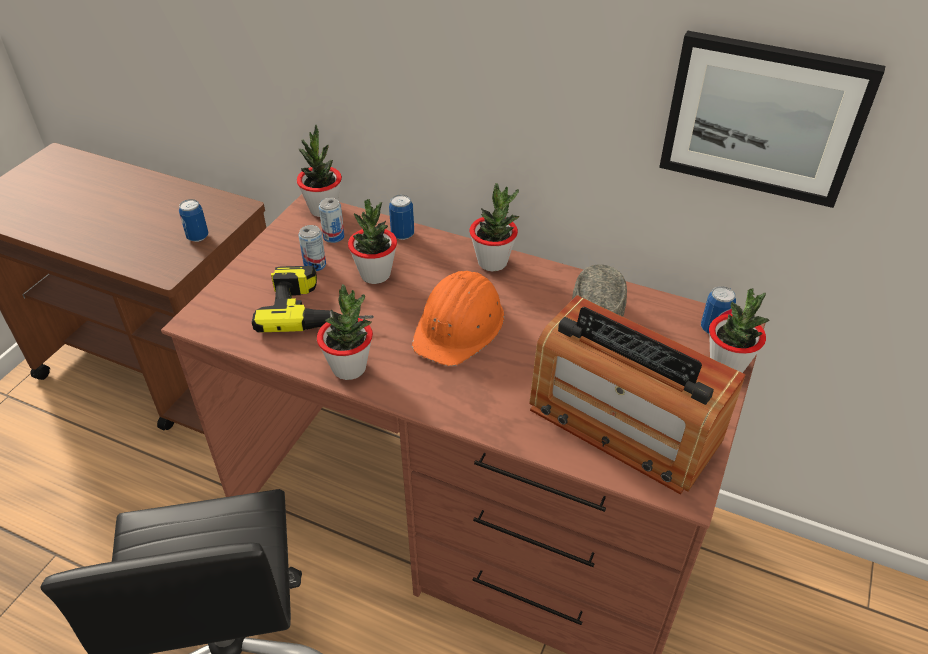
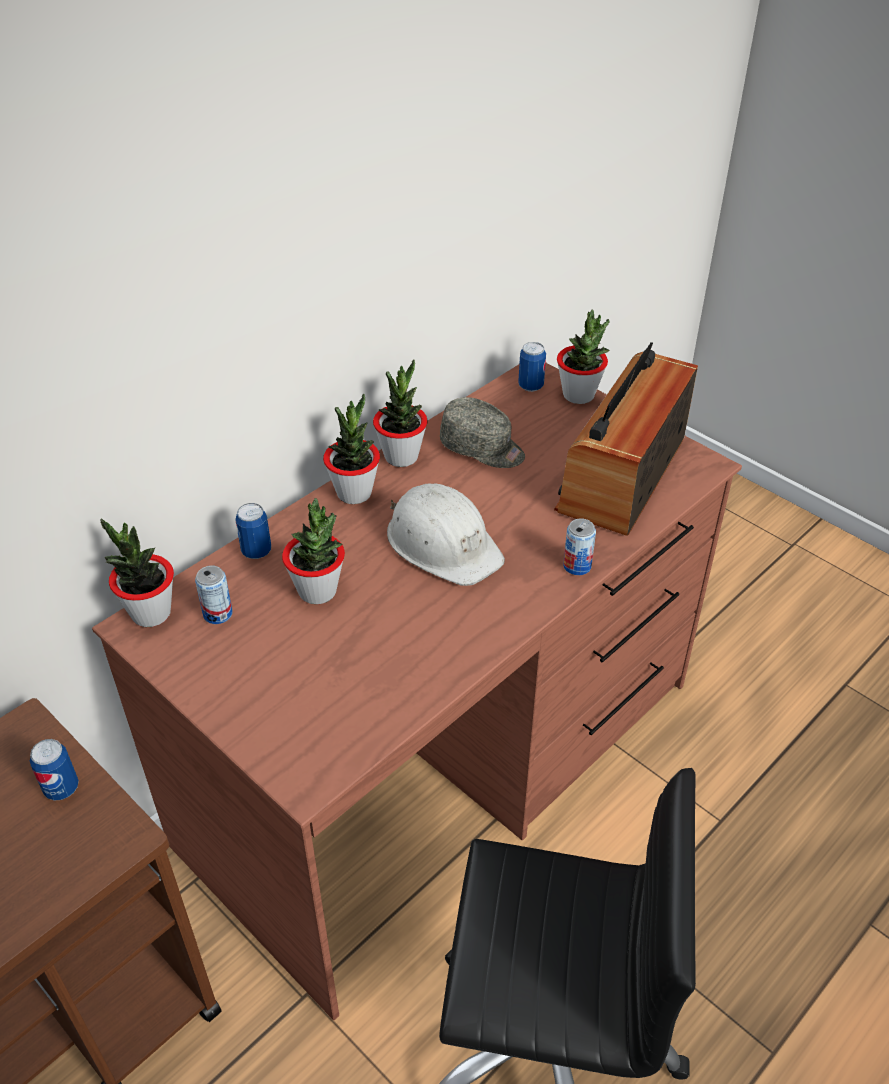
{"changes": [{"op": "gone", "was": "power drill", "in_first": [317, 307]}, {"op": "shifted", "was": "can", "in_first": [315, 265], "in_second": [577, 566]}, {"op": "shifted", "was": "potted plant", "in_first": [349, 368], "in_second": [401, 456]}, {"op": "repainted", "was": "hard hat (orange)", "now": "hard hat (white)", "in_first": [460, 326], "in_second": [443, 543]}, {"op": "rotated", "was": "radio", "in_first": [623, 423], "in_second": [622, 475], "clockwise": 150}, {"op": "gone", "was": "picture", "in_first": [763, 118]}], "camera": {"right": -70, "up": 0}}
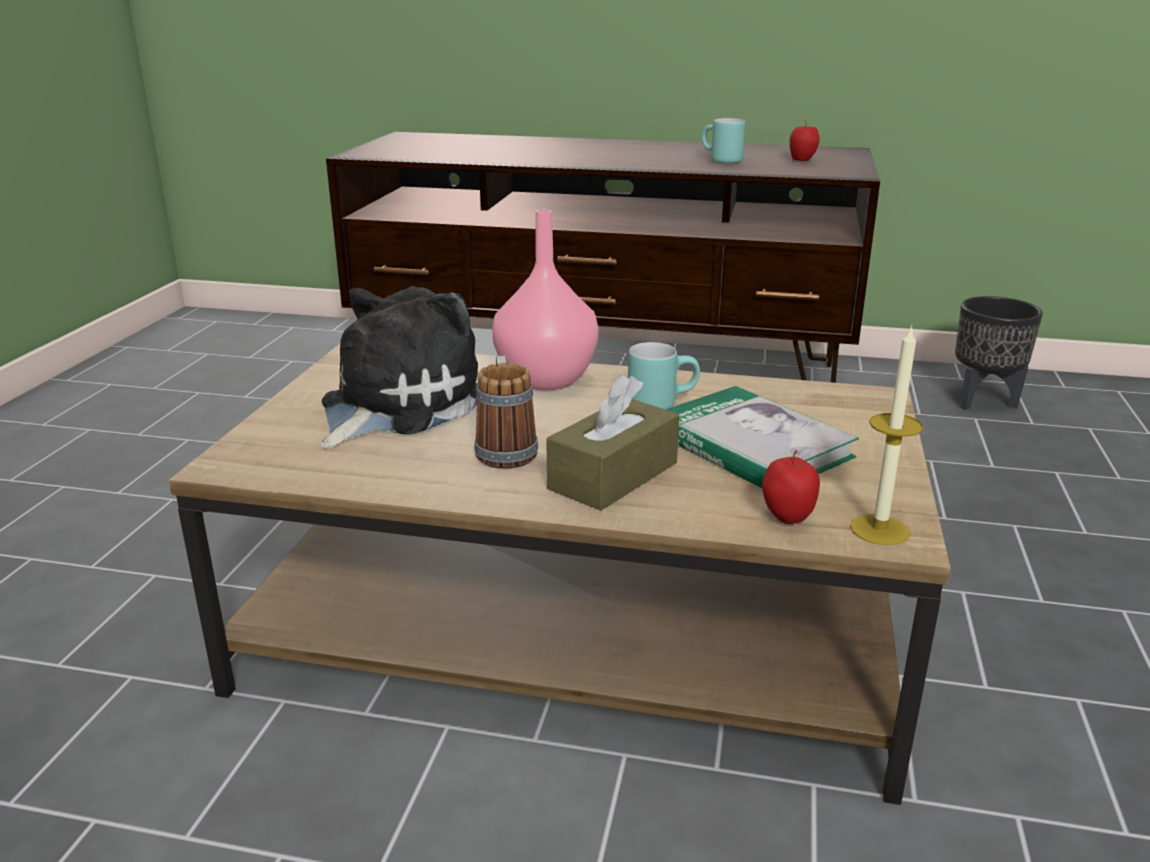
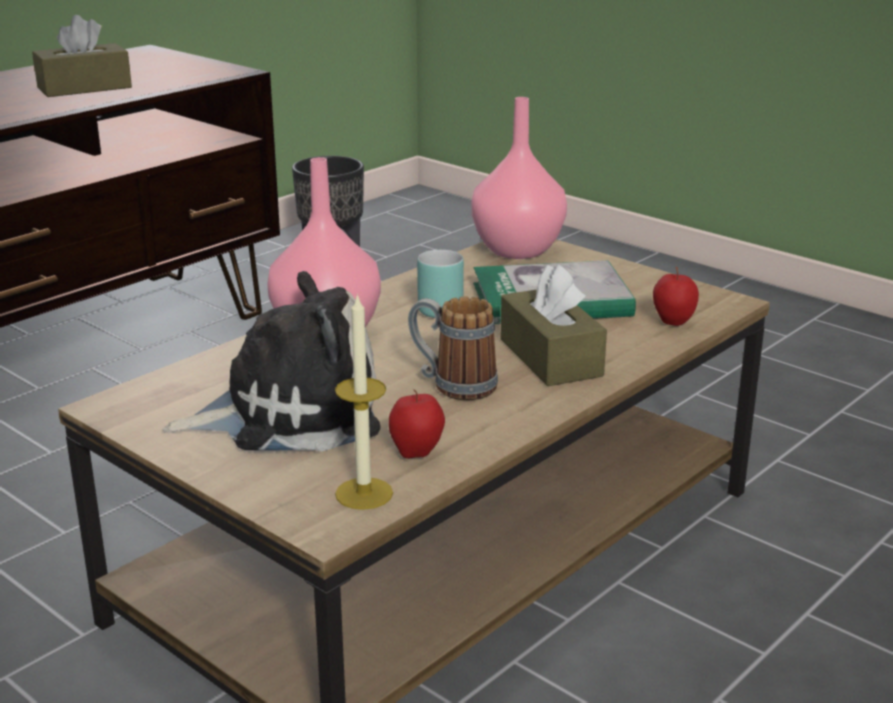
{"changes": [{"op": "rotated", "was": "plush toy", "in_first": [395, 405], "in_second": [290, 411], "clockwise": 105}, {"op": "swapped", "was": "mug (turquoise)", "now": "tissue box (brown)", "in_first": [719, 160], "in_second": [84, 88]}, {"op": "shifted", "was": "apple", "in_first": [802, 160], "in_second": [417, 453]}, {"op": "shifted", "was": "candle", "in_first": [879, 530], "in_second": [364, 493]}, {"op": "new", "now": "vase (pink)", "in_second": [515, 250]}], "camera": {"right": -60, "up": 0}}
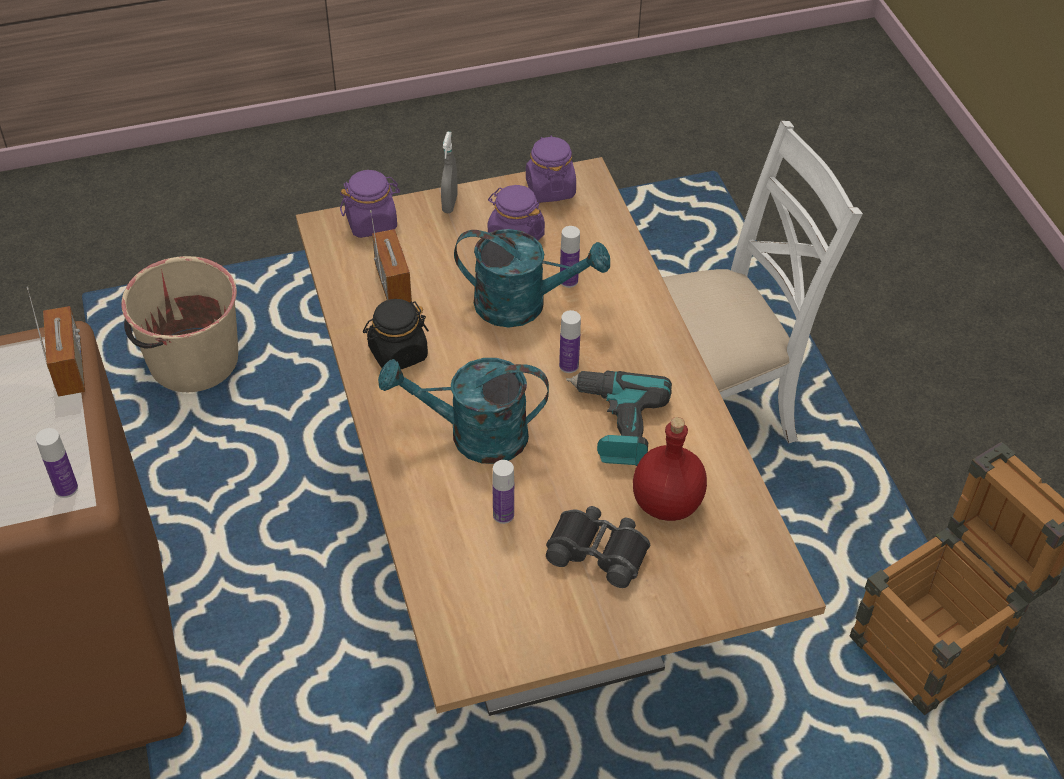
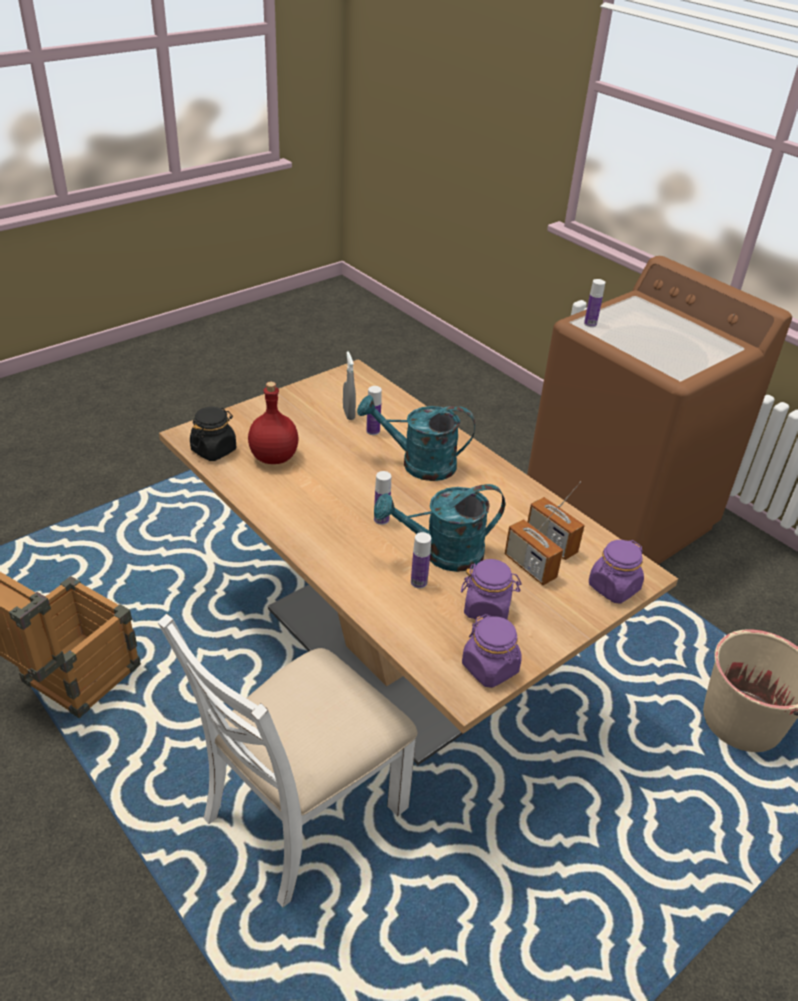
{"changes": [{"op": "shifted", "was": "radio", "in_first": [70, 369], "in_second": [530, 567]}, {"op": "shifted", "was": "jar (black)", "in_first": [397, 353], "in_second": [214, 450]}, {"op": "rotated", "was": "watering can (turquoise)", "in_first": [474, 436], "in_second": [418, 464], "clockwise": -150}, {"op": "shifted", "was": "spray bottle (grey)", "in_first": [449, 204], "in_second": [348, 414]}, {"op": "gone", "was": "binoculars (black)", "in_first": [598, 551]}, {"op": "gone", "was": "power drill", "in_first": [616, 424]}], "camera": {"right": 155, "up": -10}}
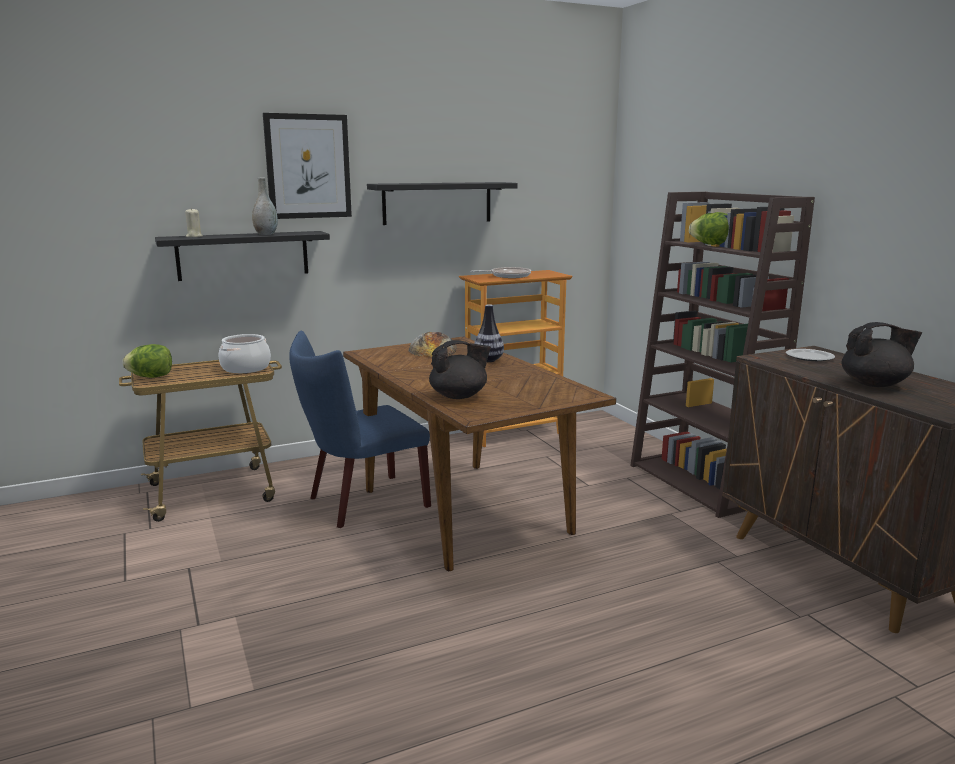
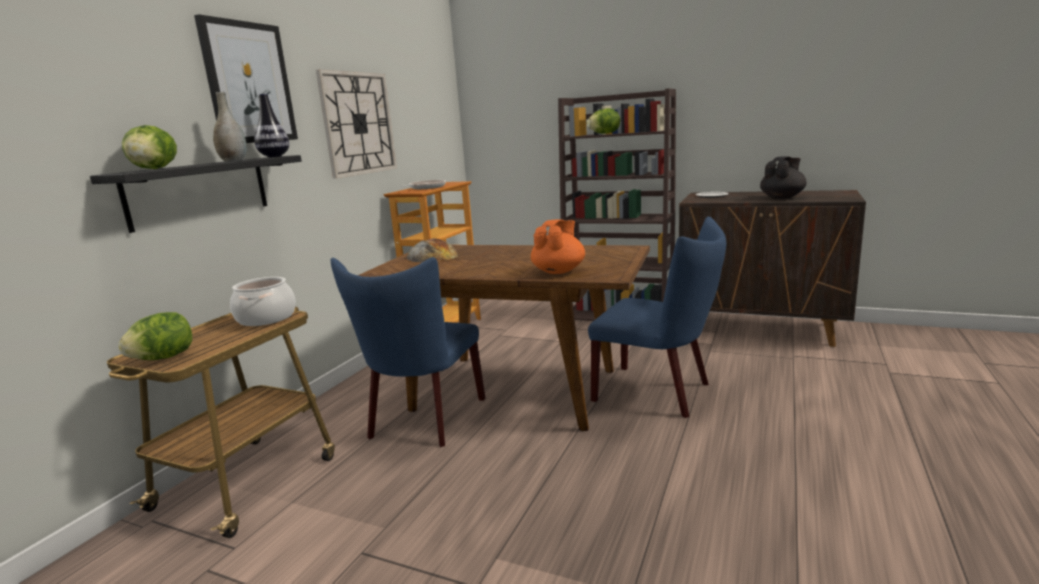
{"changes": [{"op": "swapped", "was": "candle (beige)", "now": "lettuce", "in_first": [194, 236], "in_second": [154, 169]}, {"op": "swapped", "was": "shelf (black)", "now": "wall clock", "in_first": [437, 203], "in_second": [358, 123]}, {"op": "repainted", "was": "teapot (black)", "now": "teapot (orange)", "in_first": [459, 396], "in_second": [559, 271]}, {"op": "shifted", "was": "vase", "in_first": [488, 360], "in_second": [274, 156]}, {"op": "new", "now": "chair (blue)", "in_second": [659, 392]}], "camera": {"right": -40, "up": 0}}
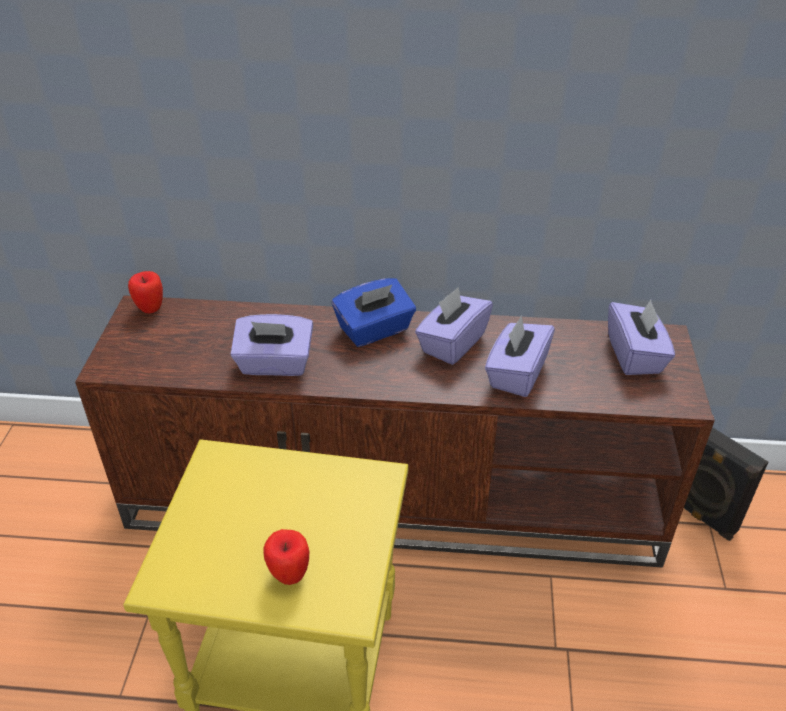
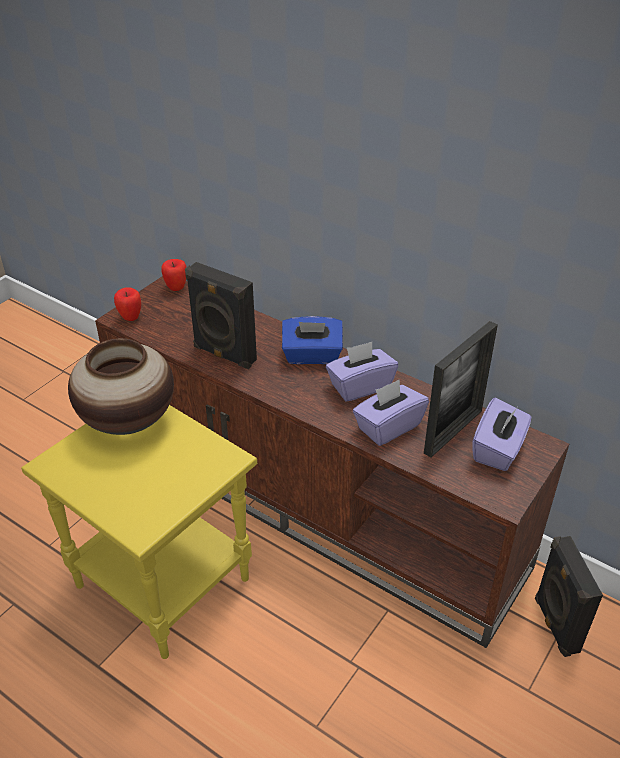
{"changes": [{"op": "swapped", "was": "tissue box (purple)", "now": "speaker (black)", "in_first": [275, 364], "in_second": [223, 355]}, {"op": "shifted", "was": "apple", "in_first": [289, 575], "in_second": [130, 317]}, {"op": "new", "now": "vase", "in_second": [128, 421]}, {"op": "new", "now": "picture frame", "in_second": [453, 431]}], "camera": {"right": 30, "up": 0}}
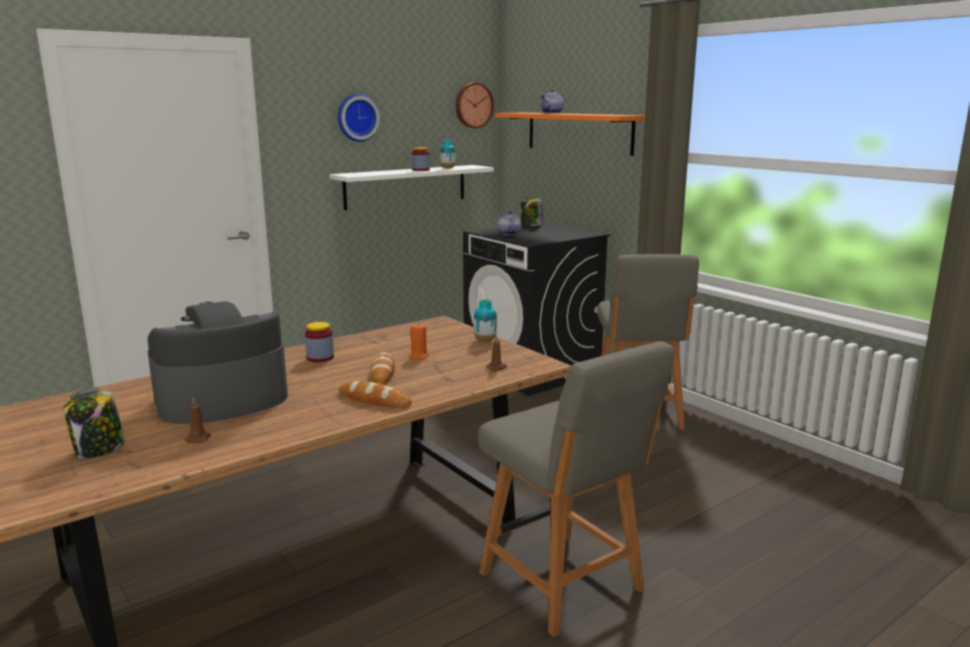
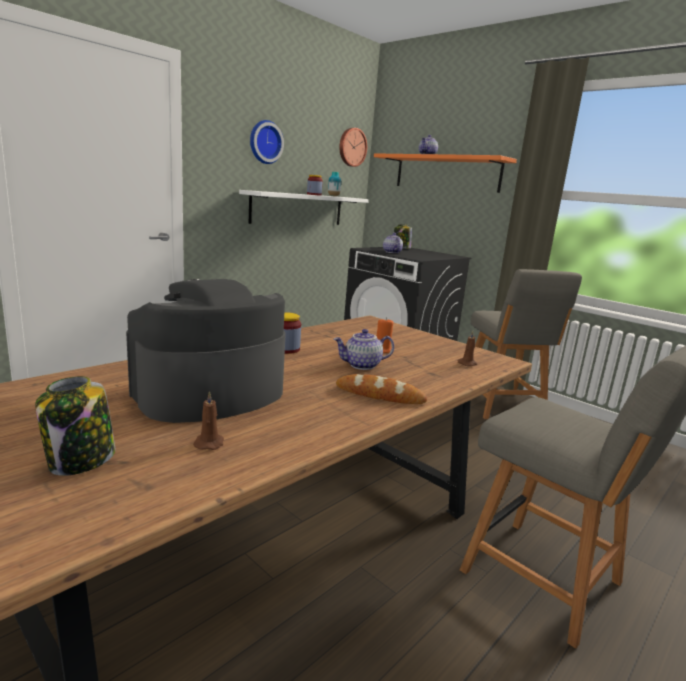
{"changes": [{"op": "swapped", "was": "bread", "now": "teapot", "in_first": [382, 372], "in_second": [362, 365]}, {"op": "gone", "was": "vase", "in_first": [485, 340]}], "camera": {"right": -10, "up": 0}}
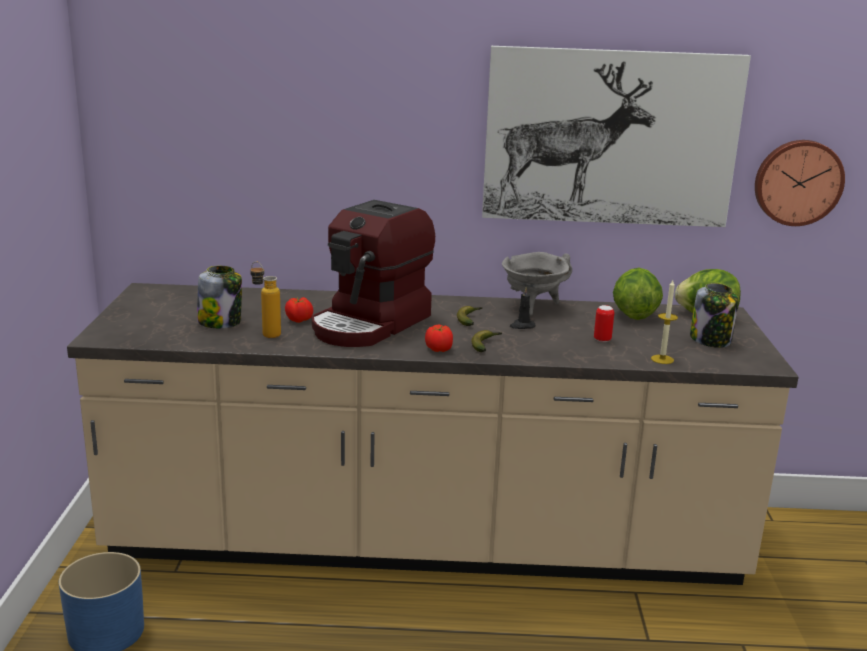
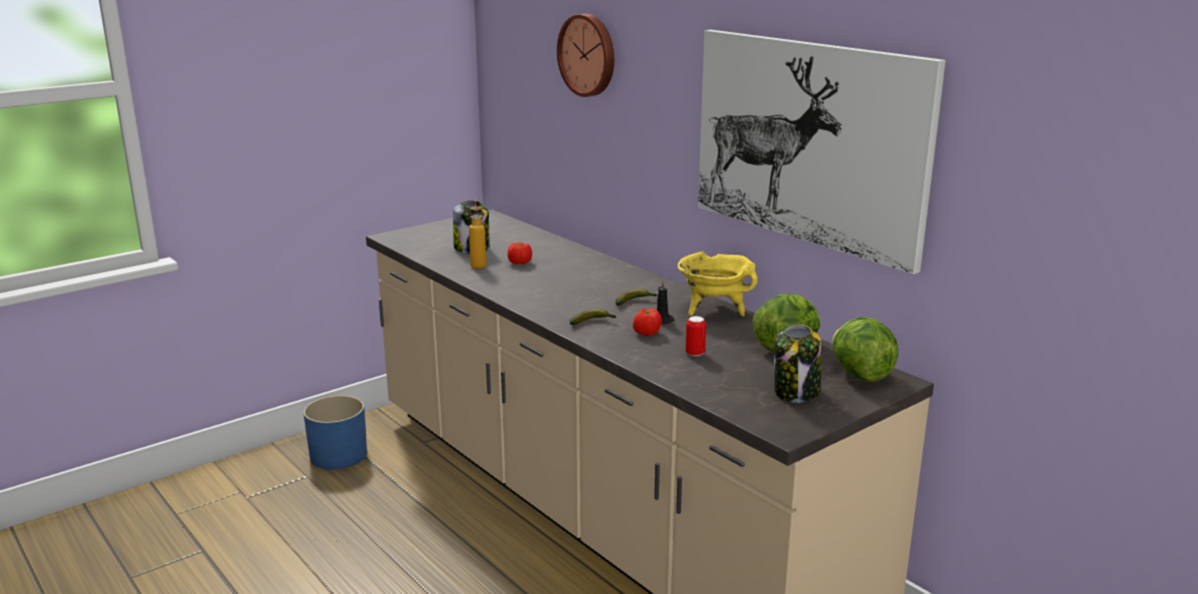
{"changes": [{"op": "gone", "was": "coffee machine", "in_first": [371, 324]}, {"op": "shifted", "was": "tomato", "in_first": [438, 349], "in_second": [646, 333]}, {"op": "repainted", "was": "cooking pot (grey)", "now": "cooking pot (yellow)", "in_first": [532, 307], "in_second": [714, 311]}, {"op": "gone", "was": "candle", "in_first": [662, 359]}, {"op": "shifted", "was": "wall clock", "in_first": [797, 182], "in_second": [588, 55]}], "camera": {"right": 50, "up": 0}}
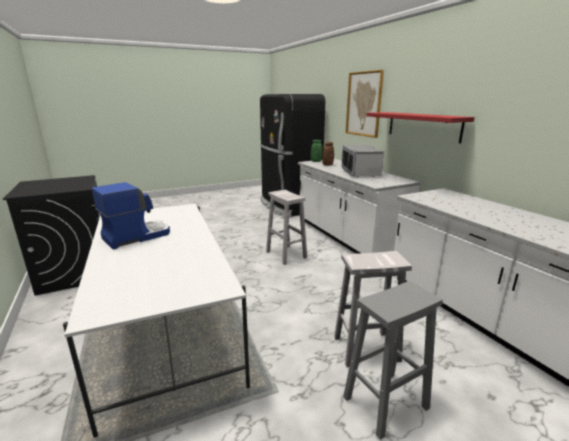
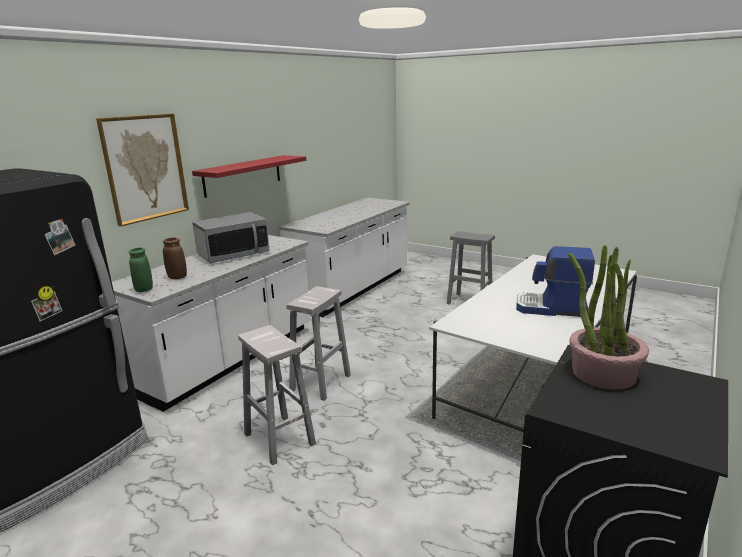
{"changes": [{"op": "shifted", "was": "stool (white)", "in_first": [365, 349], "in_second": [280, 439]}, {"op": "new", "now": "potted plant", "in_second": [602, 373]}], "camera": {"right": -120, "up": 0}}
